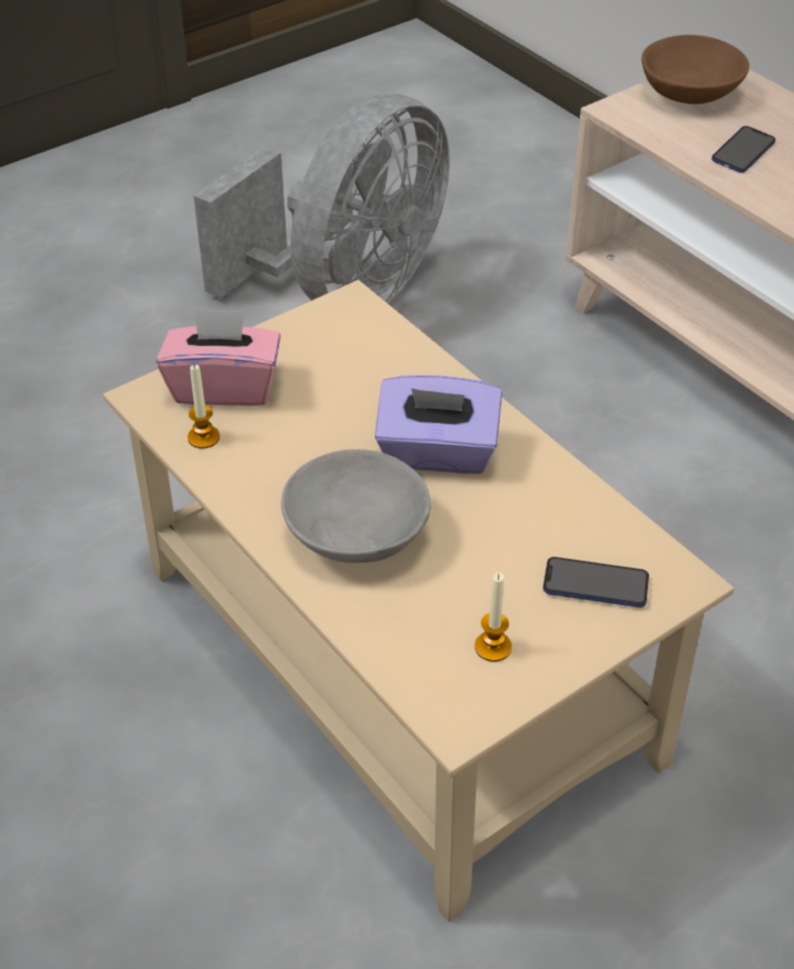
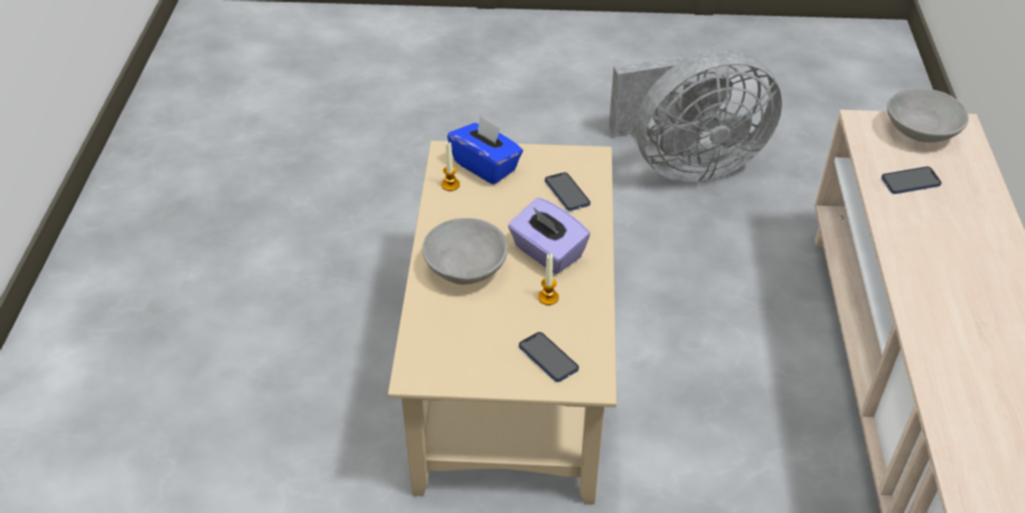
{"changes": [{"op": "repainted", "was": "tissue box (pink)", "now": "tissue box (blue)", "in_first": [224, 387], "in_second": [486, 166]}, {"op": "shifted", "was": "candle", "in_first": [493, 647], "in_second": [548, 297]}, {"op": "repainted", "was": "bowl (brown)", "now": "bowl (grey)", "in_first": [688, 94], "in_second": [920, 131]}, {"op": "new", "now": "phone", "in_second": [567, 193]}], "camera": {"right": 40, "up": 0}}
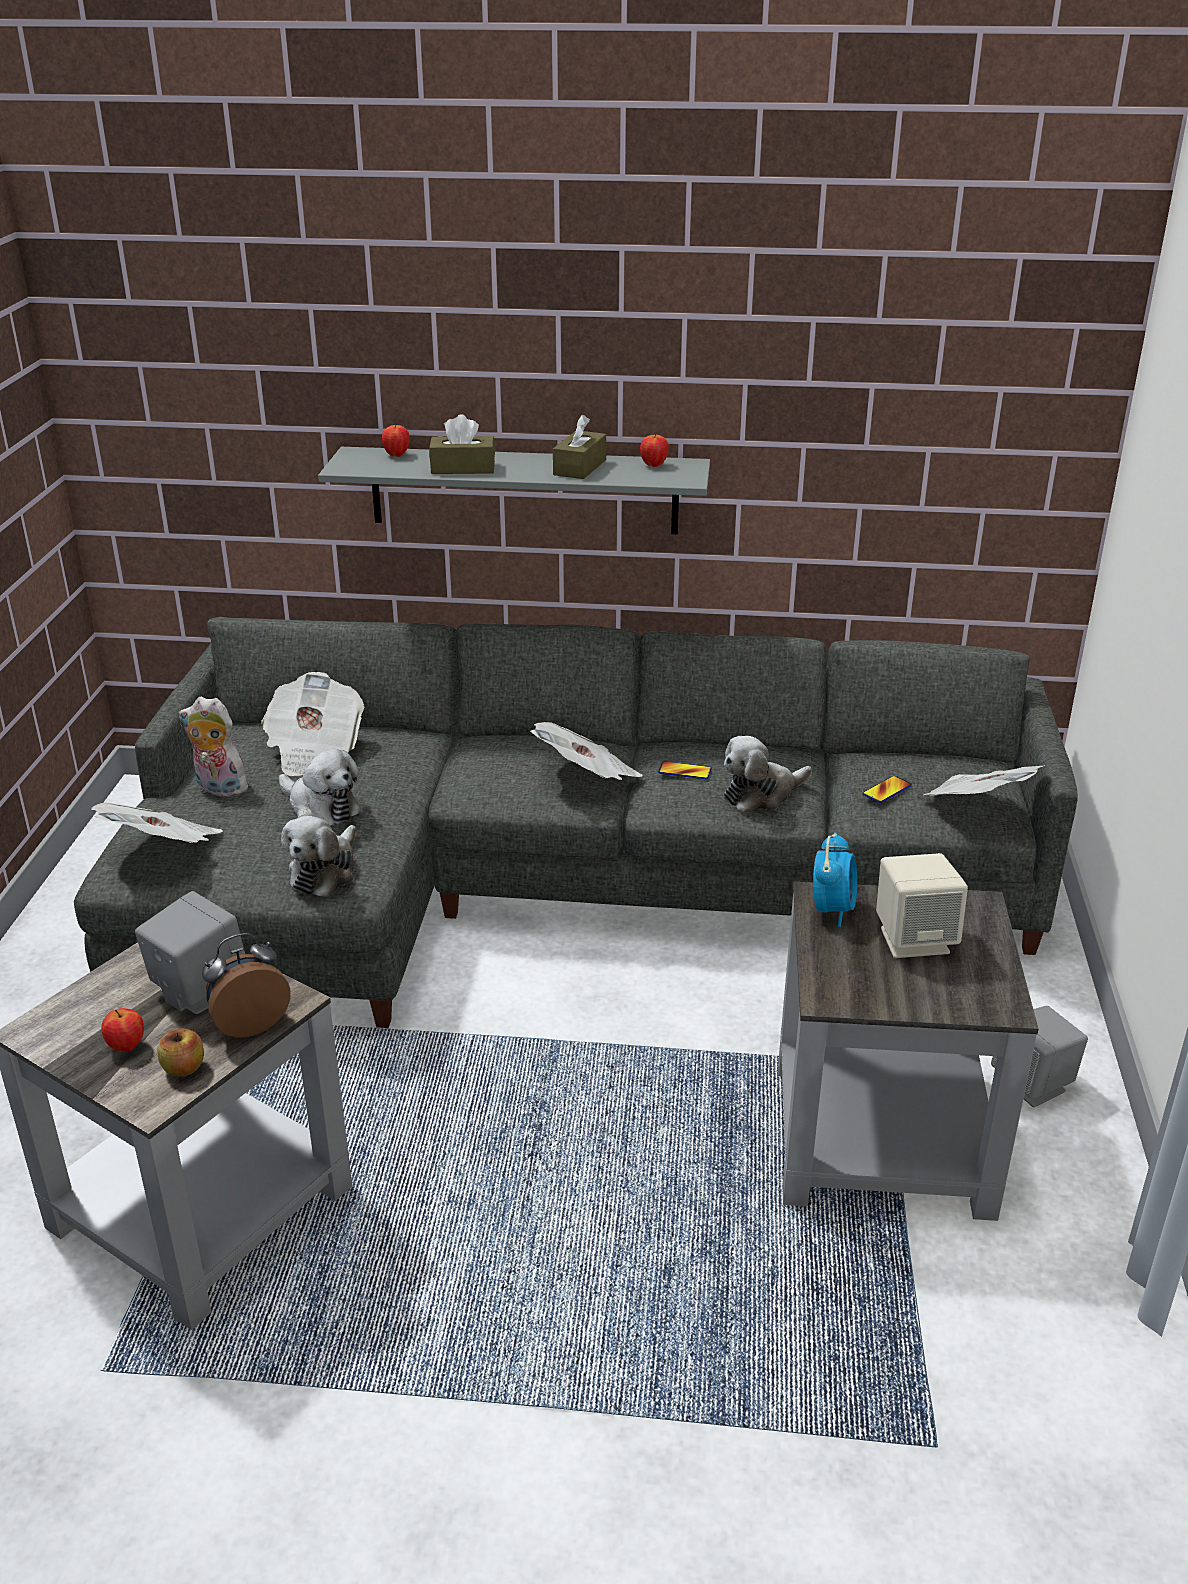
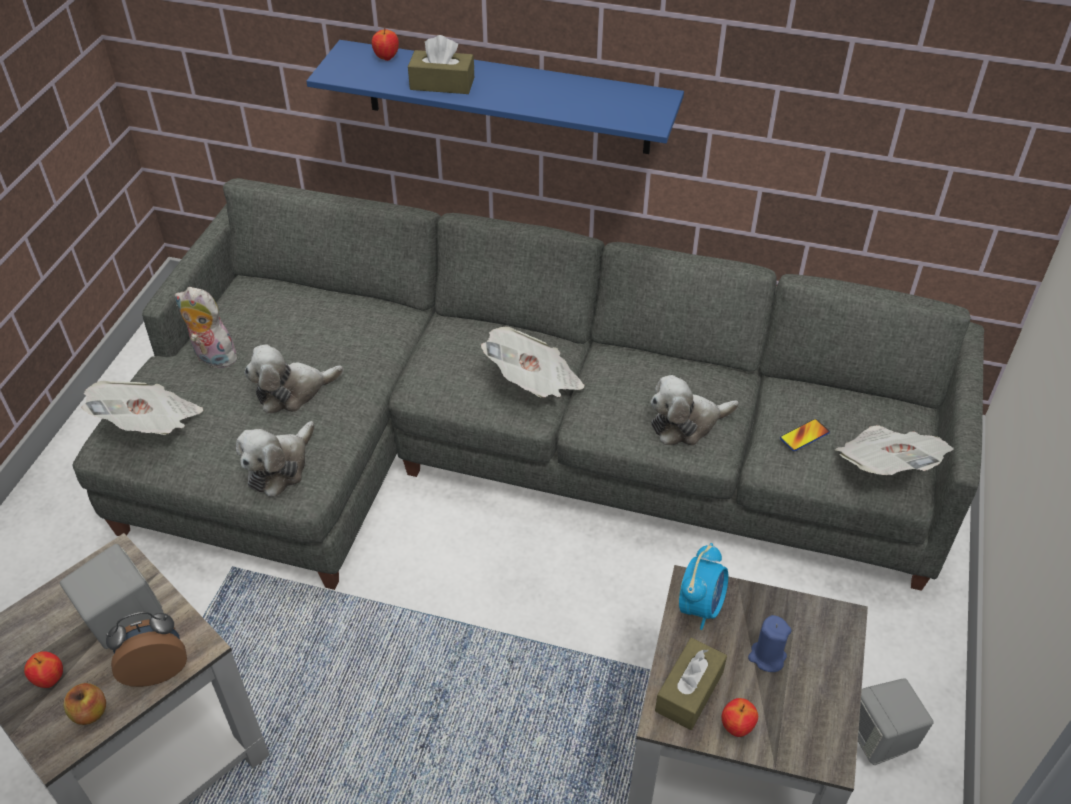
{"changes": [{"op": "gone", "was": "newspaper", "in_first": [314, 750]}, {"op": "rotated", "was": "plush toy", "in_first": [321, 807], "in_second": [292, 392], "clockwise": 105}, {"op": "repainted", "was": "shelf (grey)", "now": "shelf (blue)", "in_first": [524, 490], "in_second": [507, 97]}, {"op": "shifted", "was": "tissue box (brown)", "in_first": [580, 467], "in_second": [689, 691]}, {"op": "shifted", "was": "apple", "in_first": [653, 465], "in_second": [736, 727]}, {"op": "gone", "was": "phone", "in_first": [684, 771]}, {"op": "swapped", "was": "speaker (beige)", "now": "candle (blue)", "in_first": [914, 940], "in_second": [767, 657]}], "camera": {"right": 10, "up": 15}}
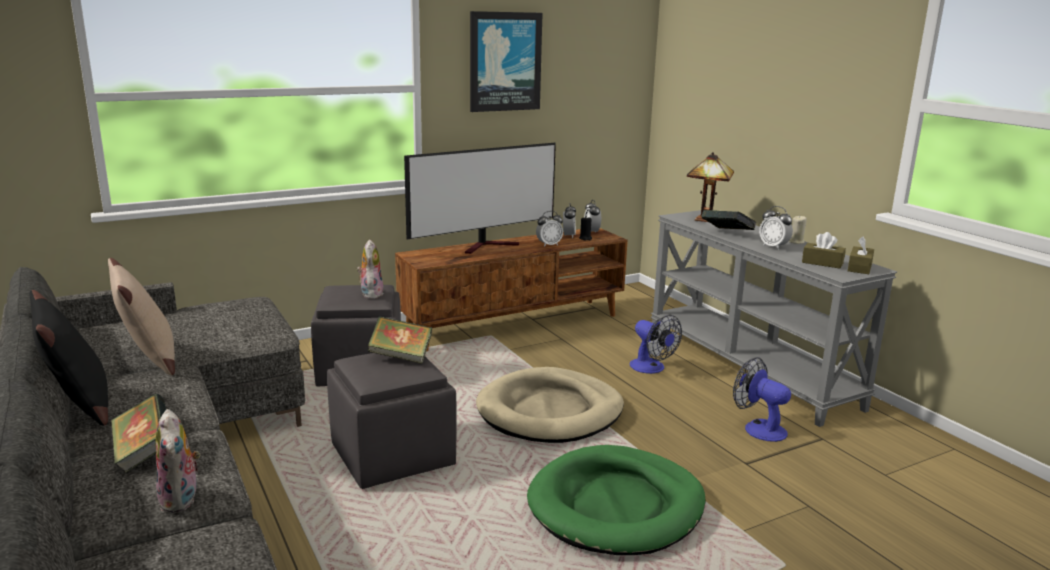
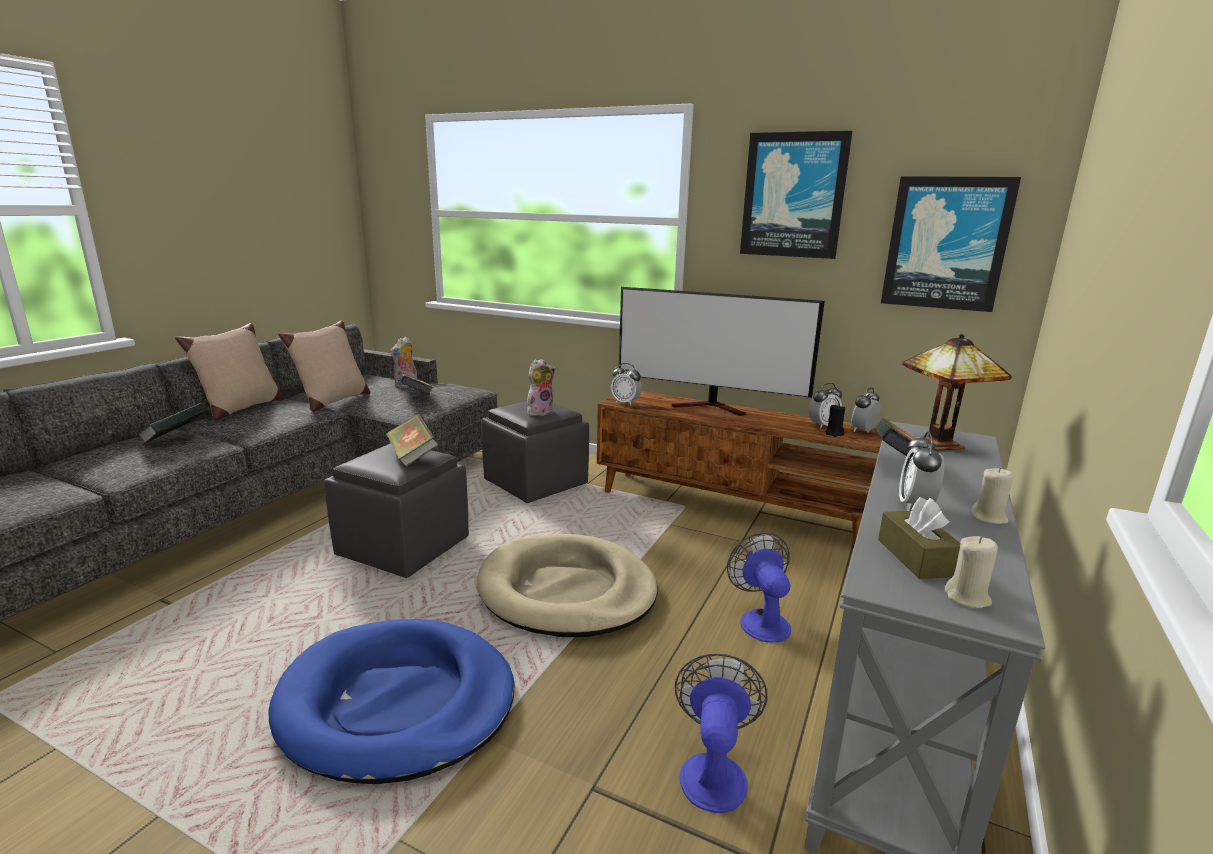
{"changes": [{"op": "repainted", "was": "pillow (black)", "now": "pillow (beige)", "in_first": [80, 408], "in_second": [240, 408]}, {"op": "shifted", "was": "plush toy", "in_first": [182, 500], "in_second": [406, 385]}, {"op": "repainted", "was": "dog bed (green)", "now": "dog bed (blue)", "in_first": [616, 506], "in_second": [397, 703]}, {"op": "shifted", "was": "alarm clock", "in_first": [549, 245], "in_second": [625, 402]}, {"op": "rotated", "was": "fan", "in_first": [651, 368], "in_second": [761, 620], "clockwise": 150}, {"op": "swapped", "was": "tissue box (brown)", "now": "candle (beige)", "in_first": [859, 267], "in_second": [967, 598]}, {"op": "new", "now": "book", "in_second": [416, 397]}, {"op": "new", "now": "picture", "in_second": [946, 243]}], "camera": {"right": 55, "up": 0}}
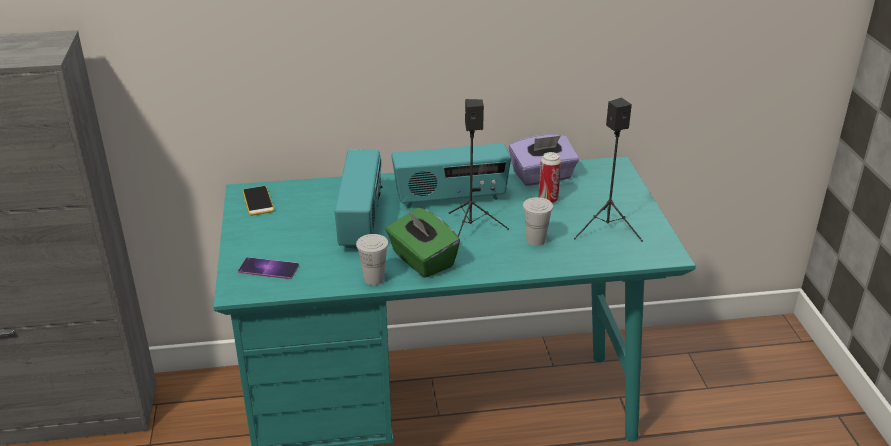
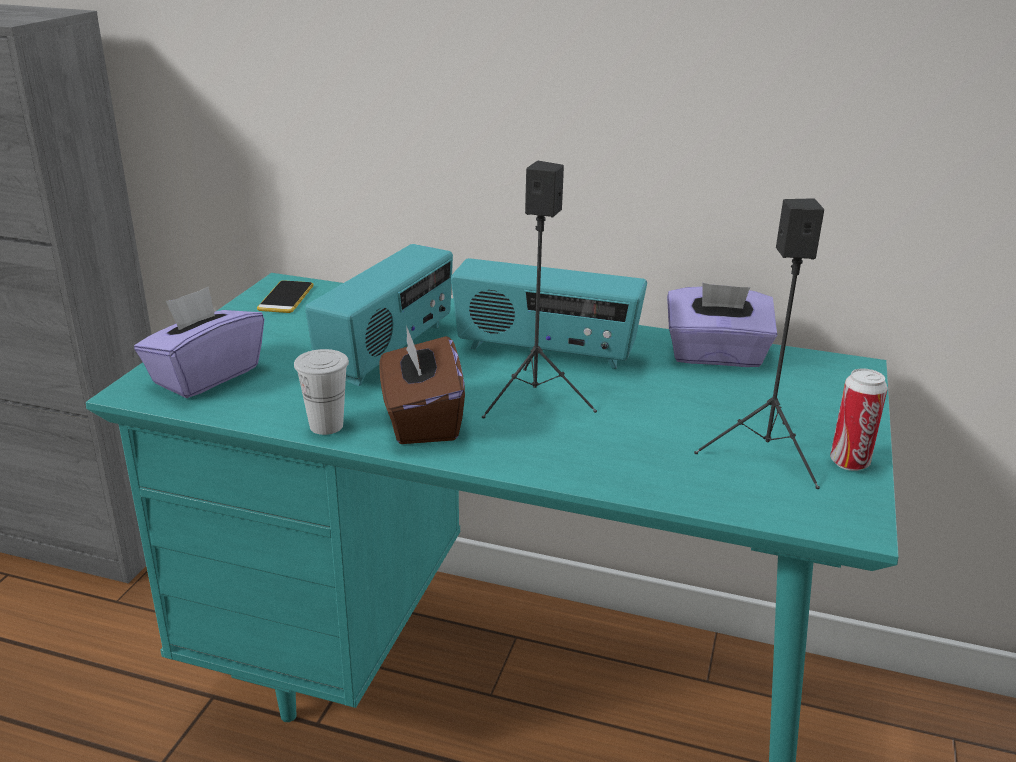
{"changes": [{"op": "swapped", "was": "phone", "now": "tissue box (purple)", "in_first": [268, 268], "in_second": [205, 375]}, {"op": "repainted", "was": "tissue box (green)", "now": "tissue box (brown)", "in_first": [422, 260], "in_second": [421, 420]}, {"op": "gone", "was": "cup (white)", "in_first": [535, 240]}, {"op": "shifted", "was": "can", "in_first": [548, 199], "in_second": [849, 462]}], "camera": {"right": 25, "up": -5}}
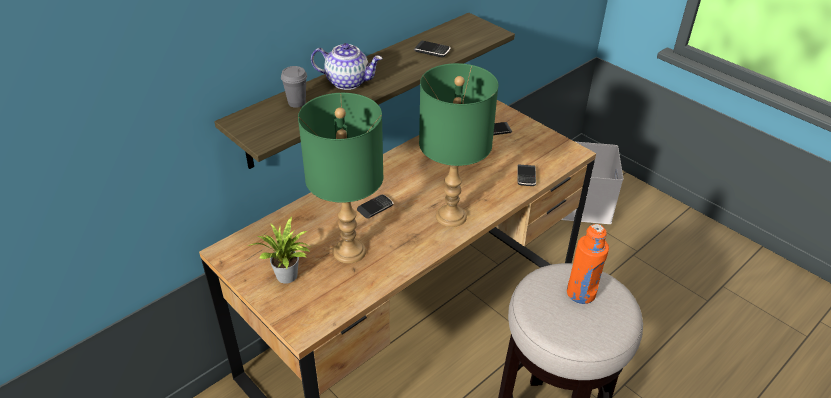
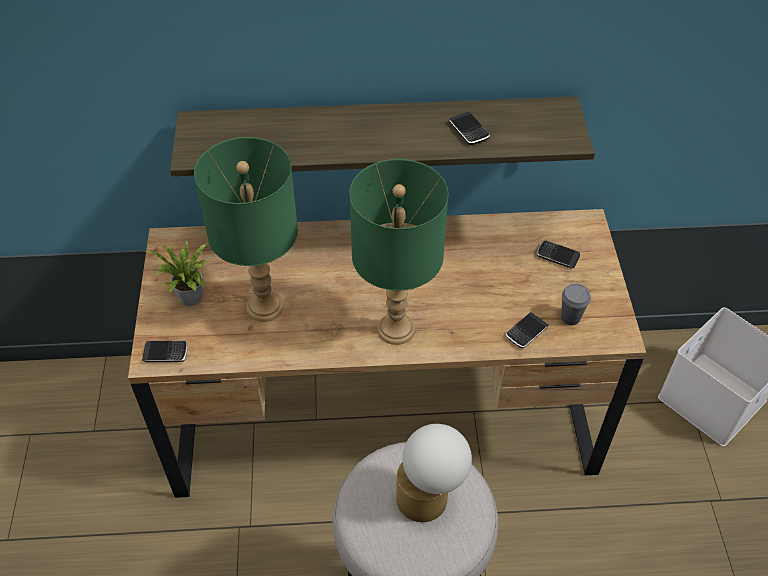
{"changes": [{"op": "shifted", "was": "cup (grey)", "in_first": [297, 103], "in_second": [570, 317]}, {"op": "gone", "was": "teapot", "in_first": [348, 82]}, {"op": "shifted", "was": "phone", "in_first": [375, 208], "in_second": [165, 353]}, {"op": "swapped", "was": "bottle (orange)", "now": "table lamp", "in_first": [581, 293], "in_second": [429, 499]}], "camera": {"right": 40, "up": 10}}
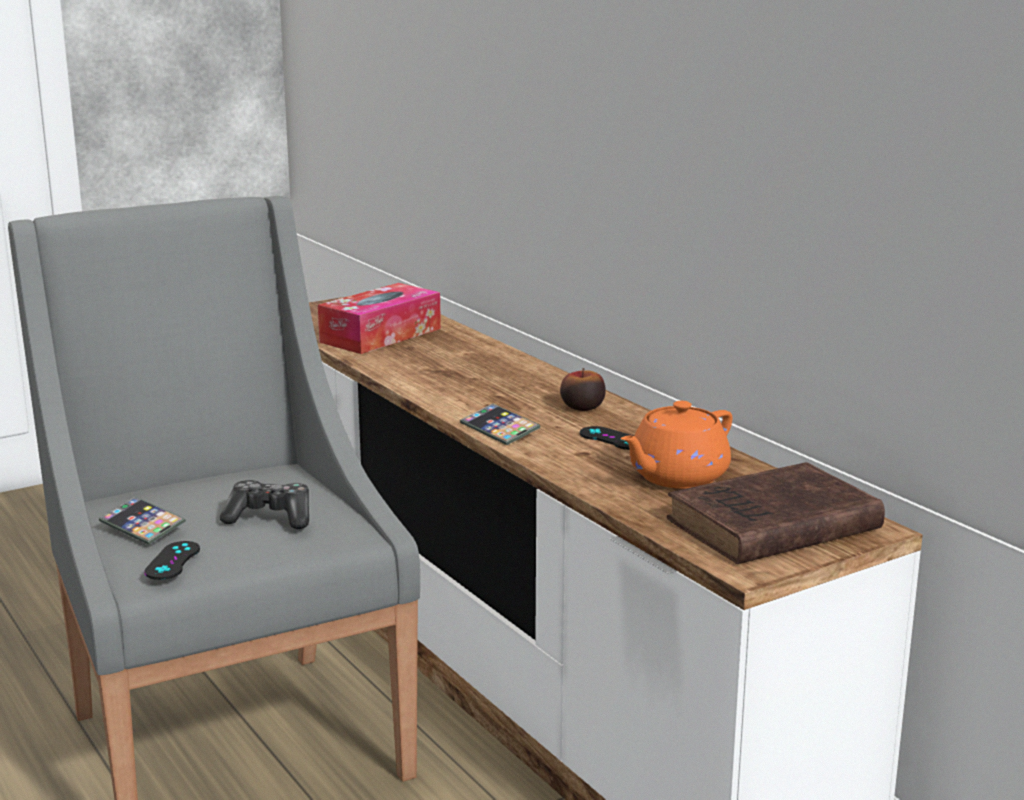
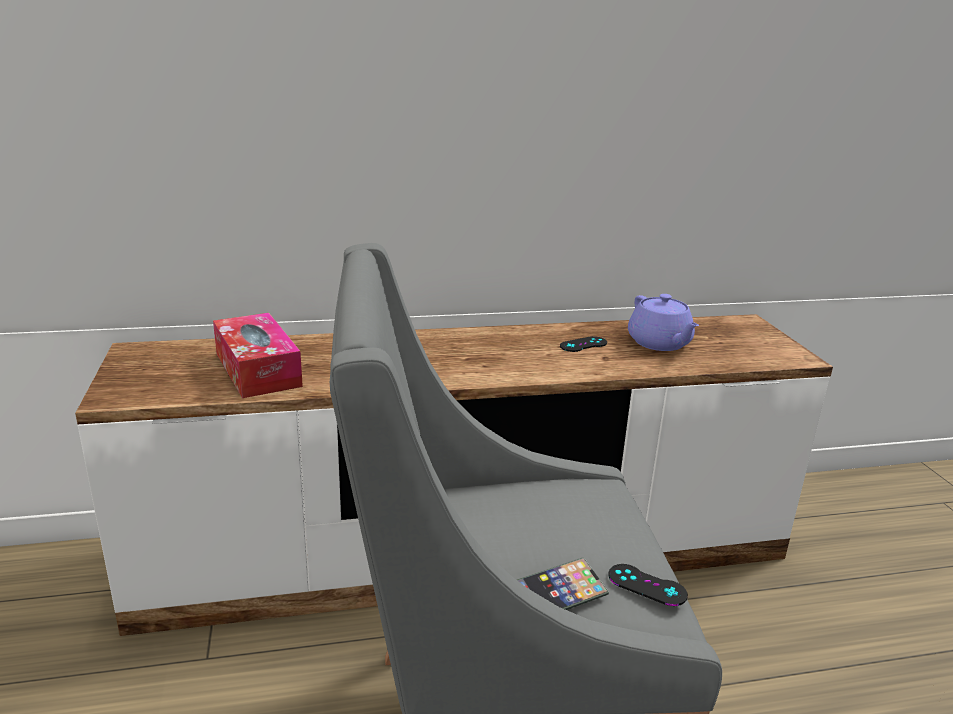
{"changes": [{"op": "gone", "was": "game controller", "in_first": [270, 517]}, {"op": "gone", "was": "phone", "in_first": [499, 430]}, {"op": "gone", "was": "apple", "in_first": [582, 407]}, {"op": "repainted", "was": "teapot (orange)", "now": "teapot (purple)", "in_first": [676, 477], "in_second": [660, 343]}, {"op": "gone", "was": "book (brown)", "in_first": [769, 526]}], "camera": {"right": -70, "up": 5}}
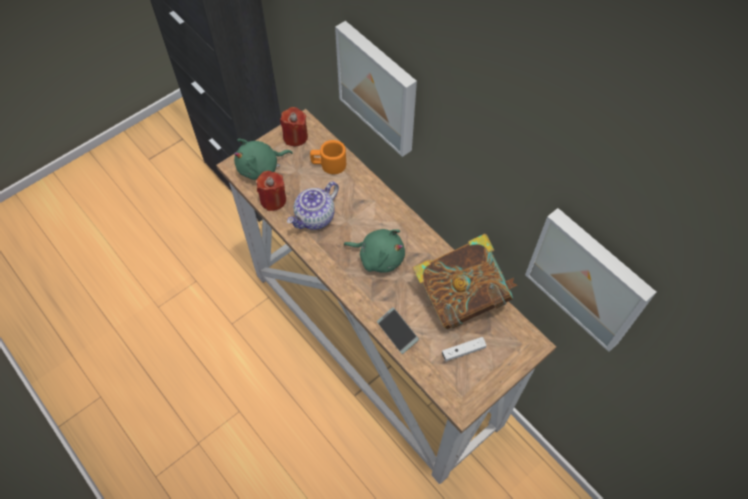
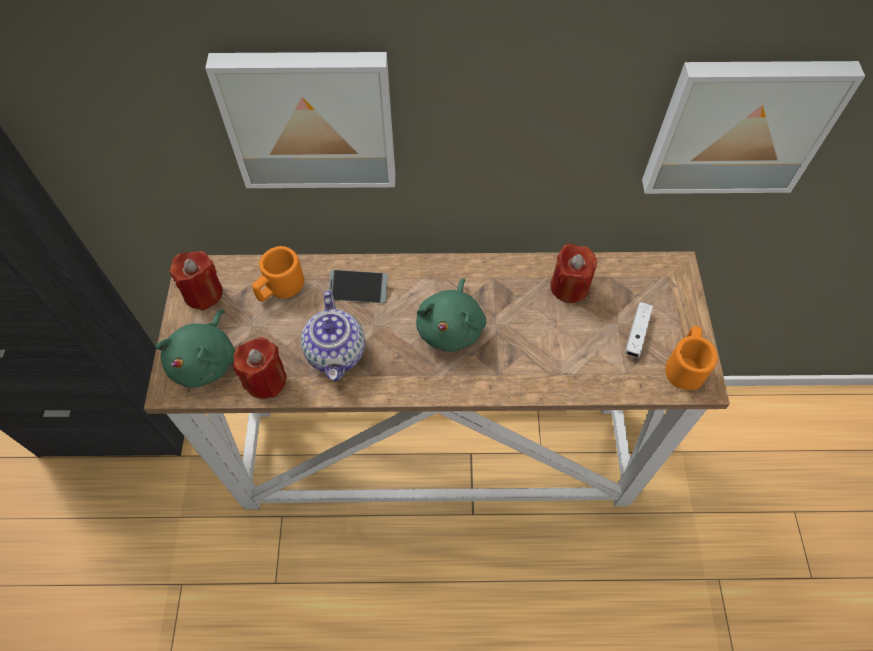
{"changes": [{"op": "rotated", "was": "plush toy (green)", "in_first": [379, 257], "in_second": [451, 327], "clockwise": 135}, {"op": "shifted", "was": "phone", "in_first": [397, 332], "in_second": [358, 290]}, {"op": "swapped", "was": "book", "now": "candle (red)", "in_first": [461, 295], "in_second": [569, 287]}, {"op": "new", "now": "mug (orange)", "in_second": [685, 365]}], "camera": {"right": -50, "up": 0}}
